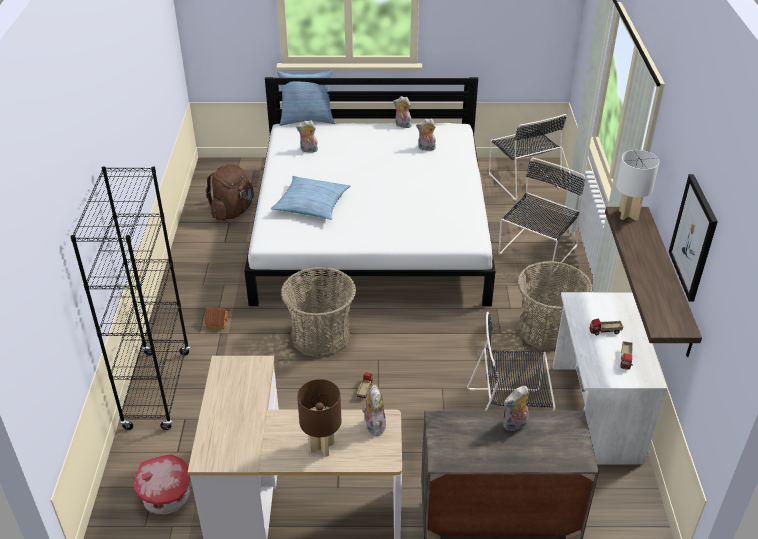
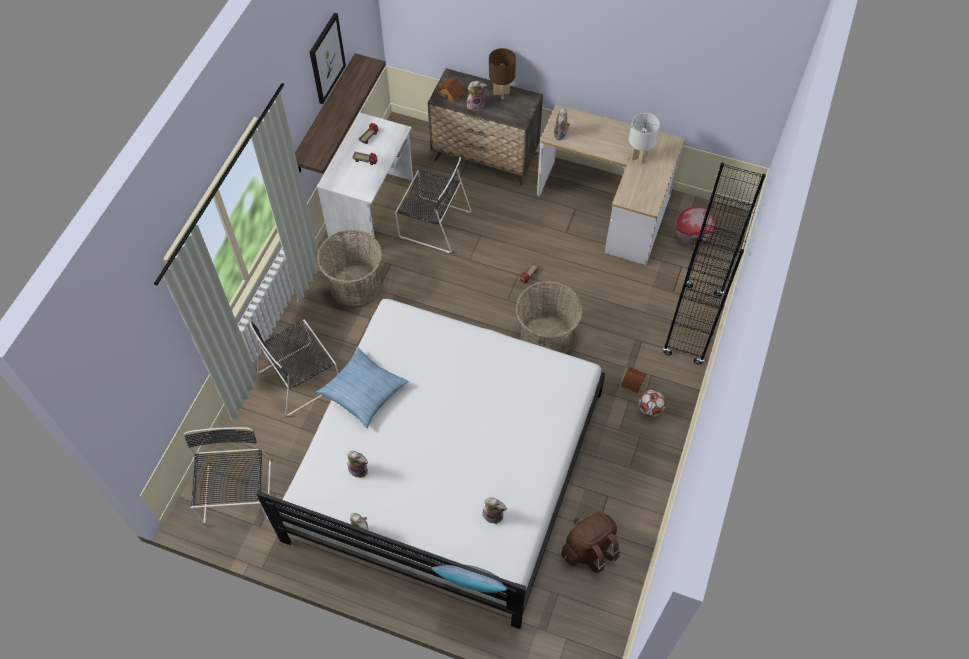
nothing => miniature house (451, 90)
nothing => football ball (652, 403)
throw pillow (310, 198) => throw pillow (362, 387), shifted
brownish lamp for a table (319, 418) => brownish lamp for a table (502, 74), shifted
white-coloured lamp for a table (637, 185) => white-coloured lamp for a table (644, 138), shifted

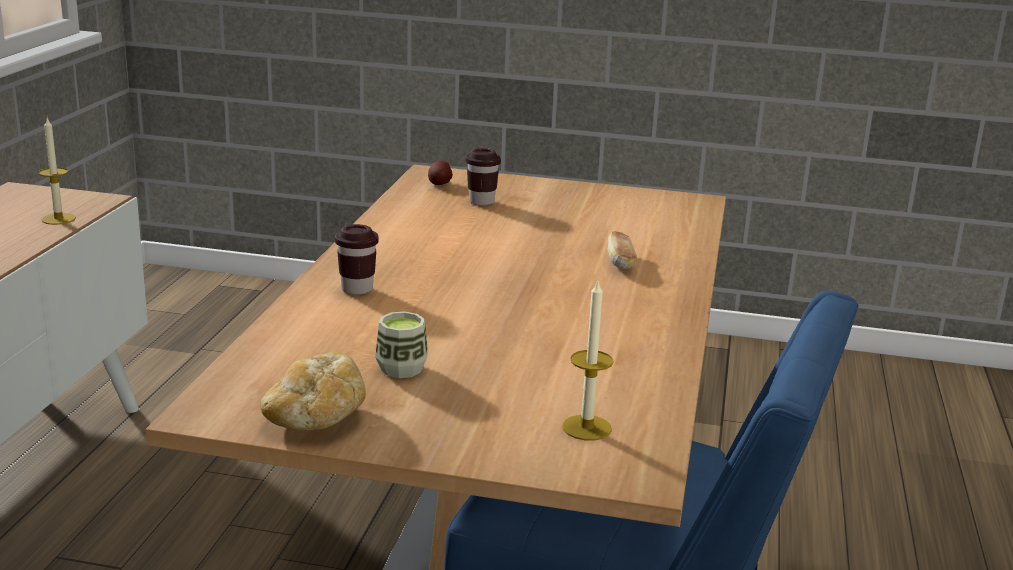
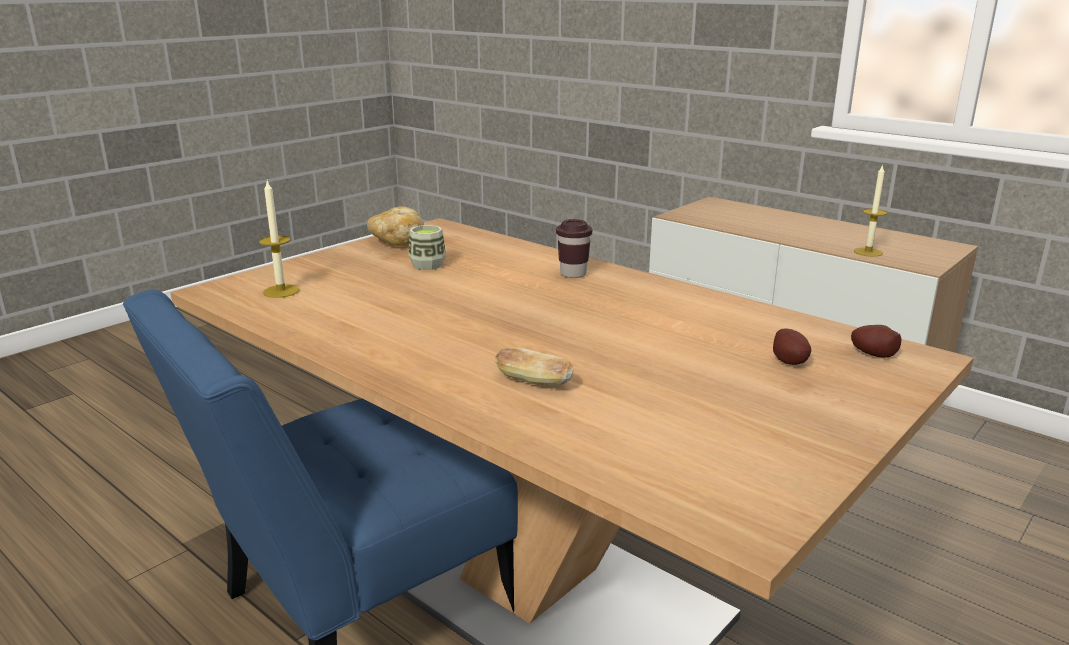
brownish drinking cup (483, 177) => whole potato (792, 346)

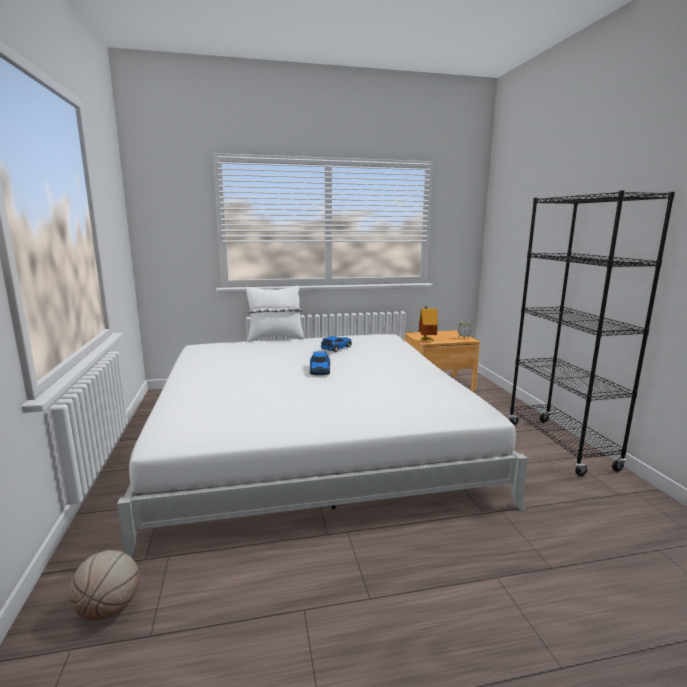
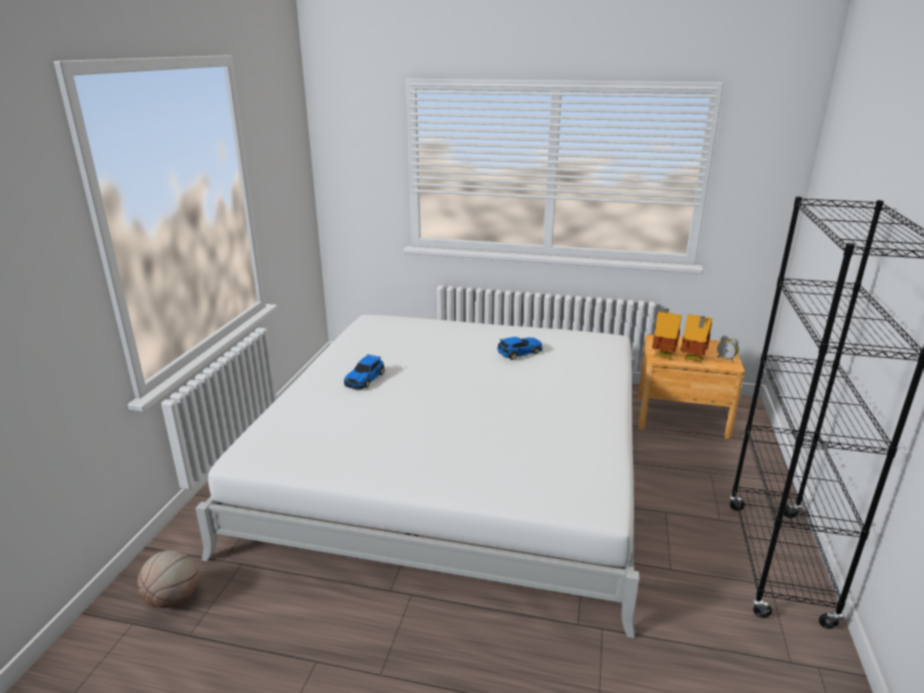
white-coloured throw pillow (275, 314) => nothing
nothing => miniature house (696, 338)
miniature car (320, 363) => miniature car (364, 372), shifted

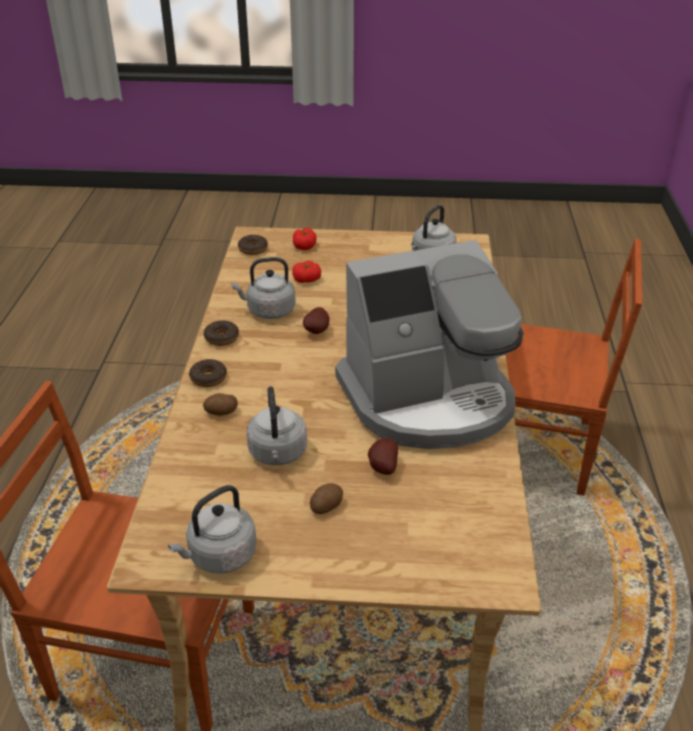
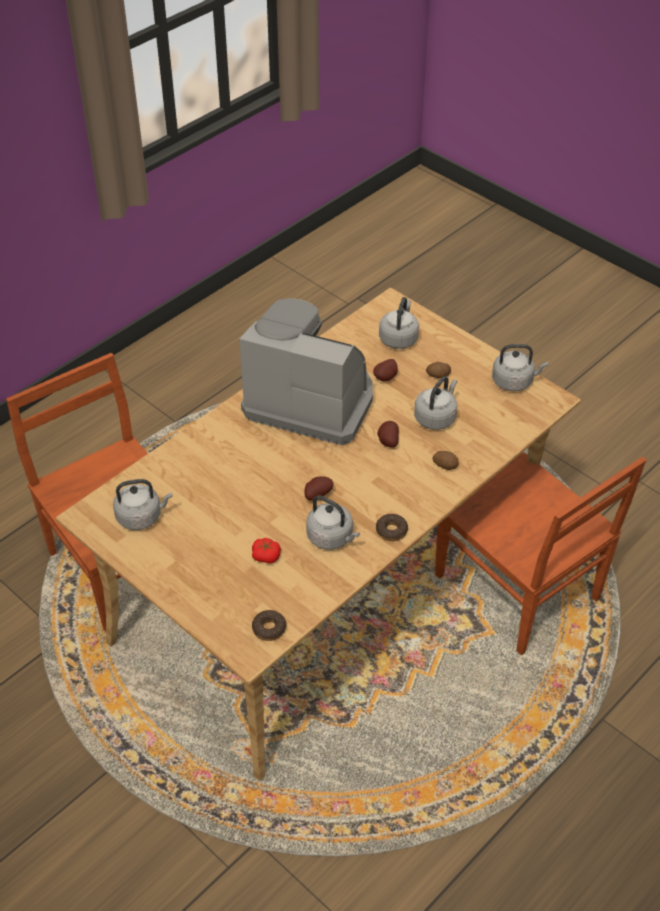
ring doughnut (208, 373) => nothing
fresh tomato (304, 239) => nothing
nothing => whole potato (388, 434)
nothing => greyish water kettle (399, 323)

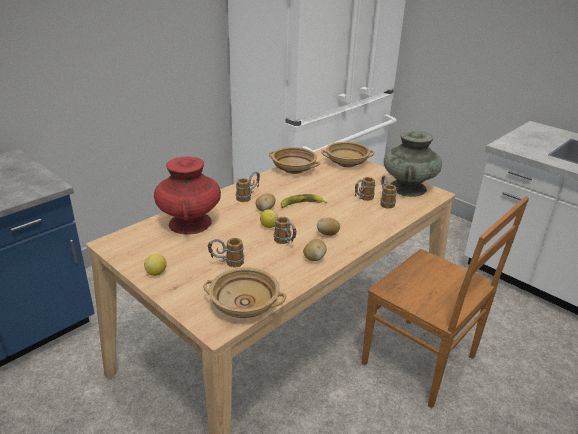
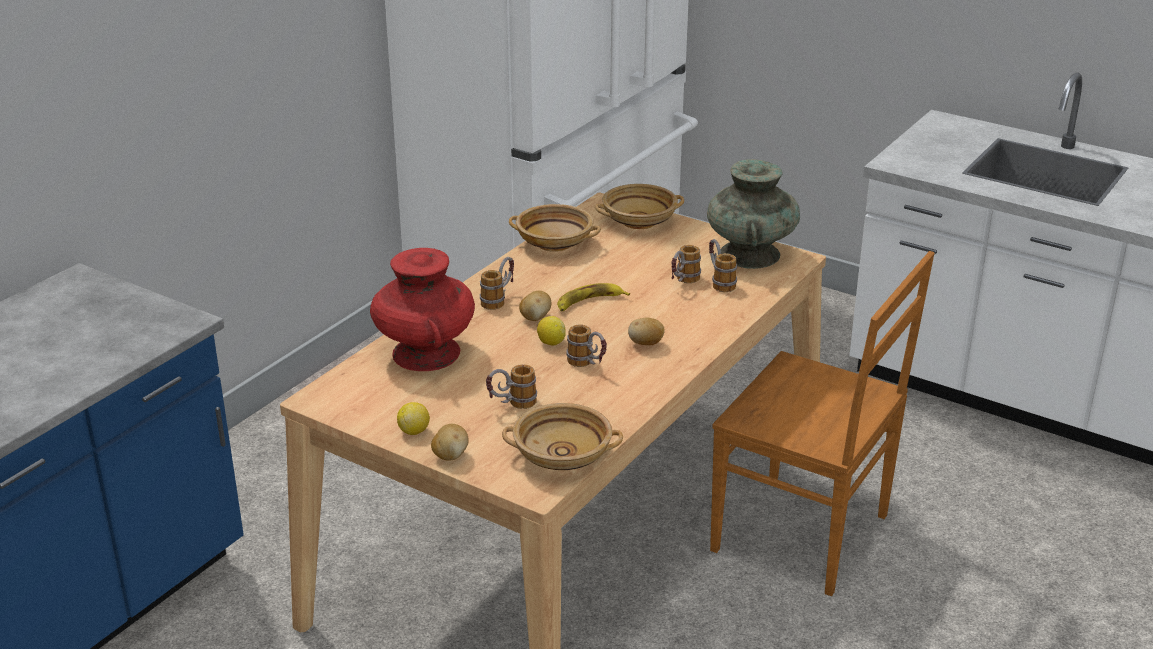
whole potato (315, 250) => whole potato (450, 442), shifted

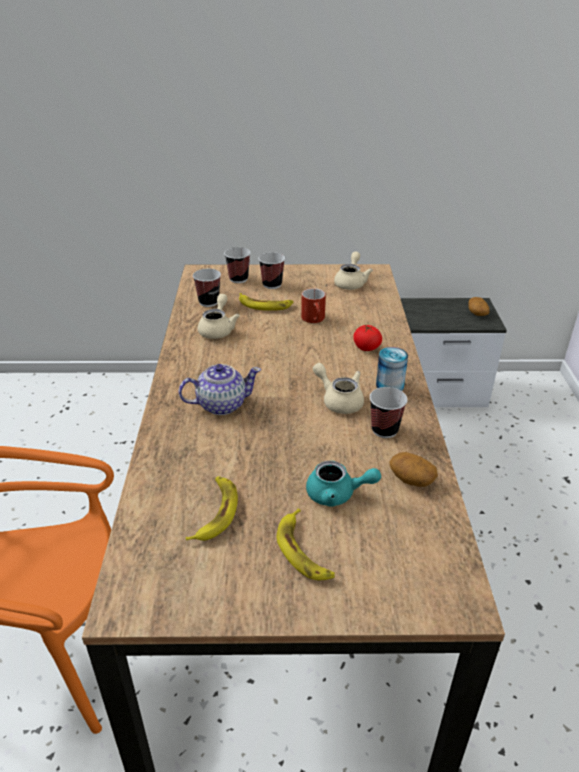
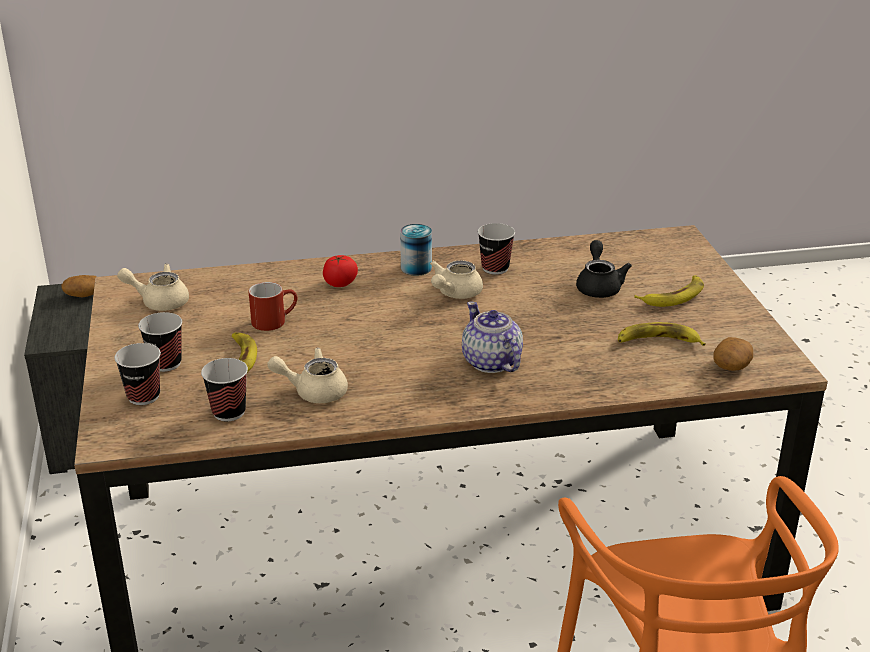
whole potato (413, 469) => whole potato (733, 354), shifted
turquoise tea pot (343, 484) => blackish tea pot (604, 269)

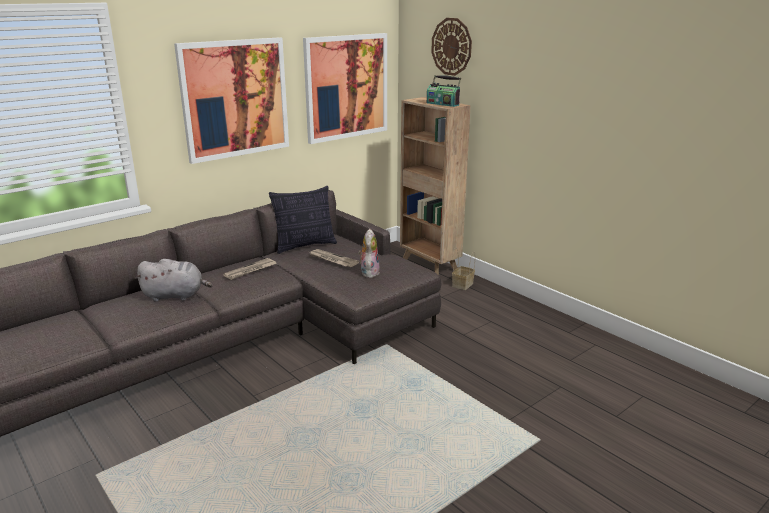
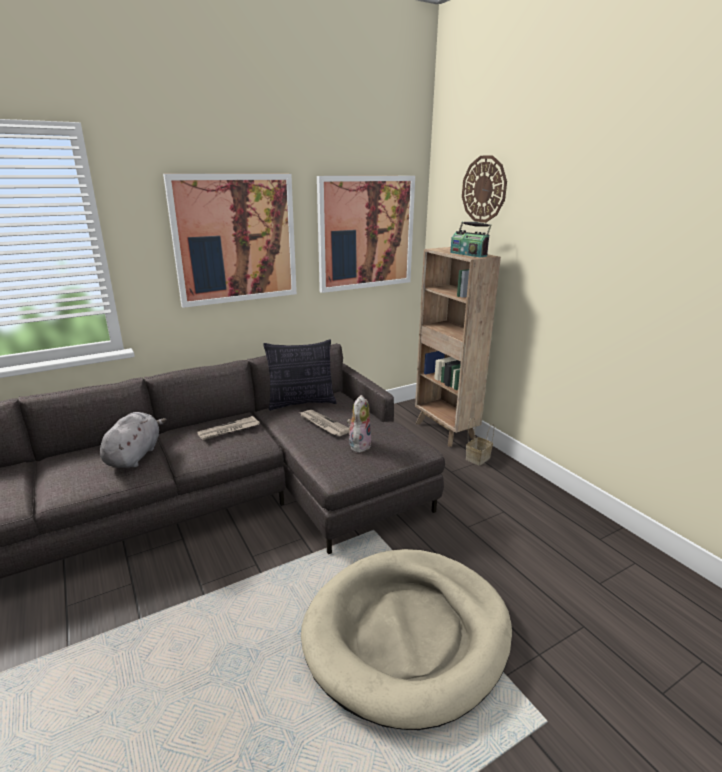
nothing => beige-coloured dog bed (406, 639)
greyish soft toy (173, 280) => greyish soft toy (133, 440), 90 degrees counterclockwise

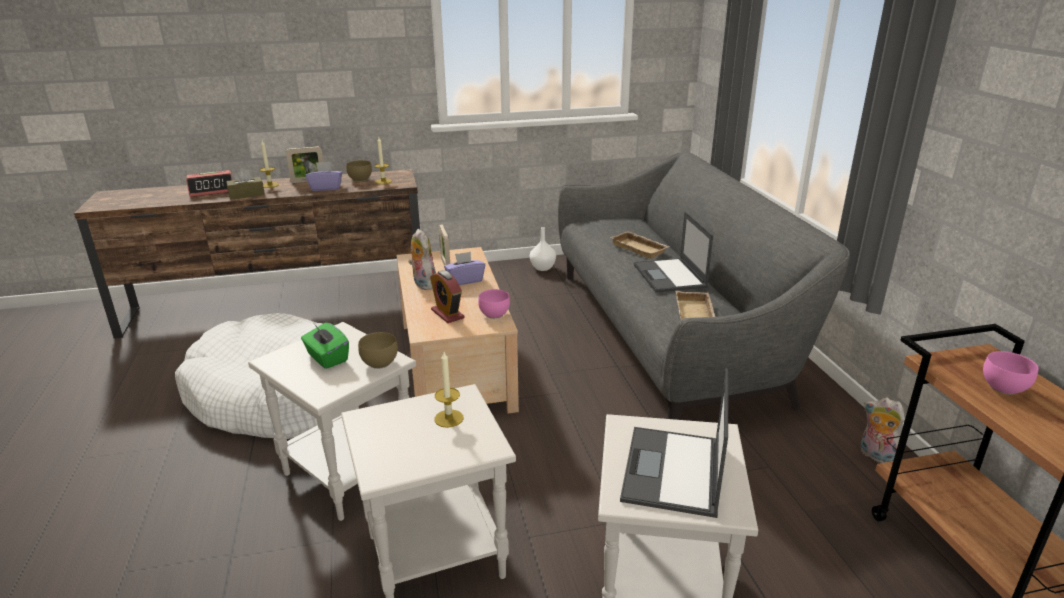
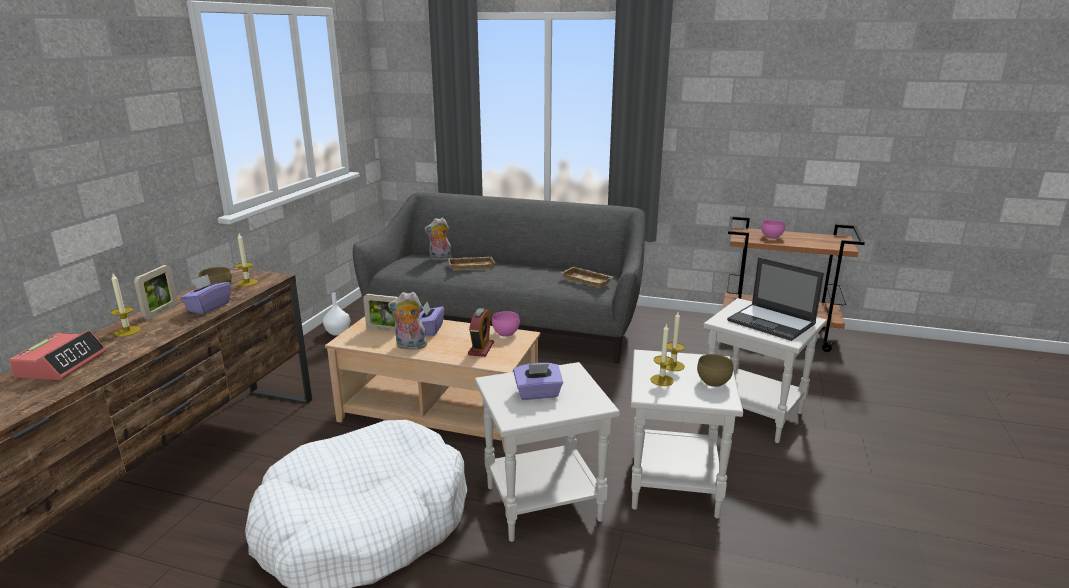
brownish tissue holder (245, 184) => nothing
notebook computer (673, 252) => nothing
nothing => candle (662, 355)
brownish deep dish (378, 350) => brownish deep dish (715, 370), shifted
soft toy (883, 430) => soft toy (438, 239), shifted
green-coloured tissue holder (325, 346) => purple tissue holder (538, 381)
bedside clock (447, 296) => bedside clock (481, 332), 75 degrees counterclockwise

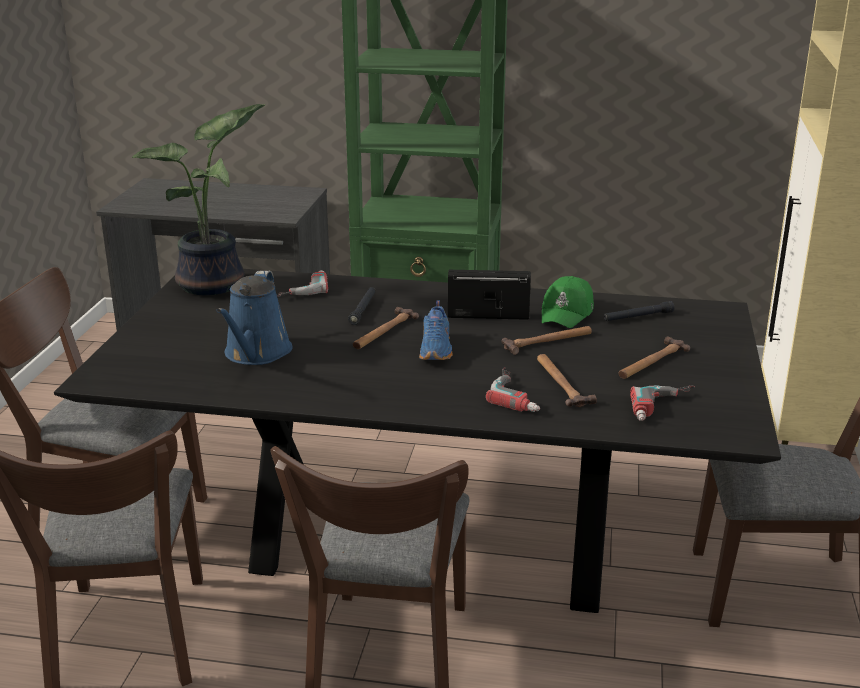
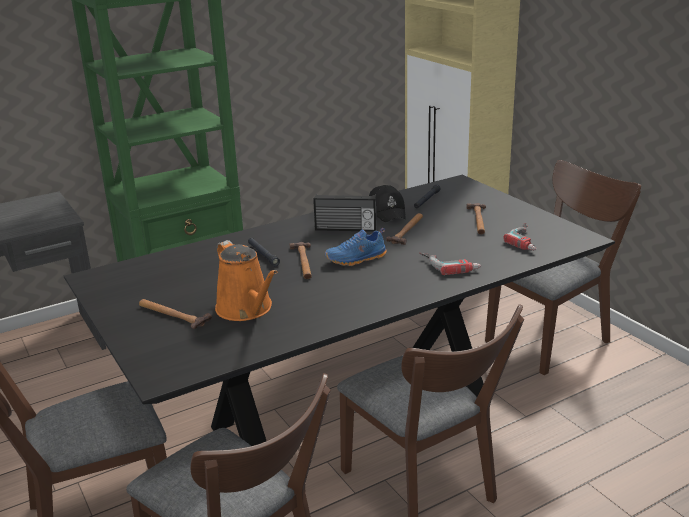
plant in a pot (198, 200) => nothing
electric drill (302, 283) => nothing
hand hammer (567, 380) => hand hammer (175, 314), shifted
bluish watering can (254, 318) => orangey watering can (246, 280)
green-coloured baseball cap (568, 302) => blackish baseball cap (387, 203)
bluish shoe (436, 330) => bluish shoe (356, 247), 105 degrees clockwise
radio set (489, 295) => radio set (345, 213), 135 degrees counterclockwise

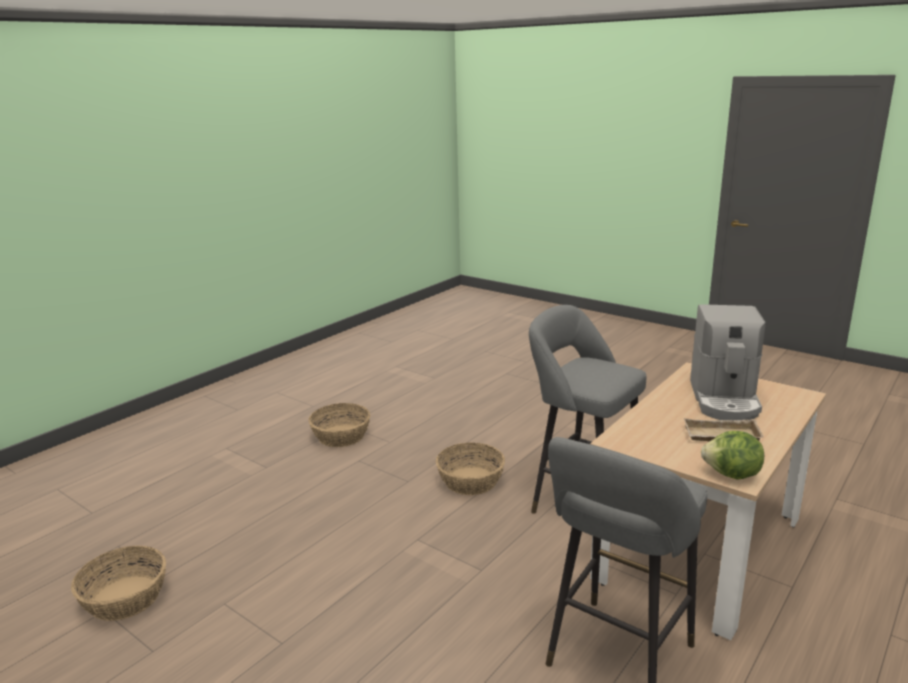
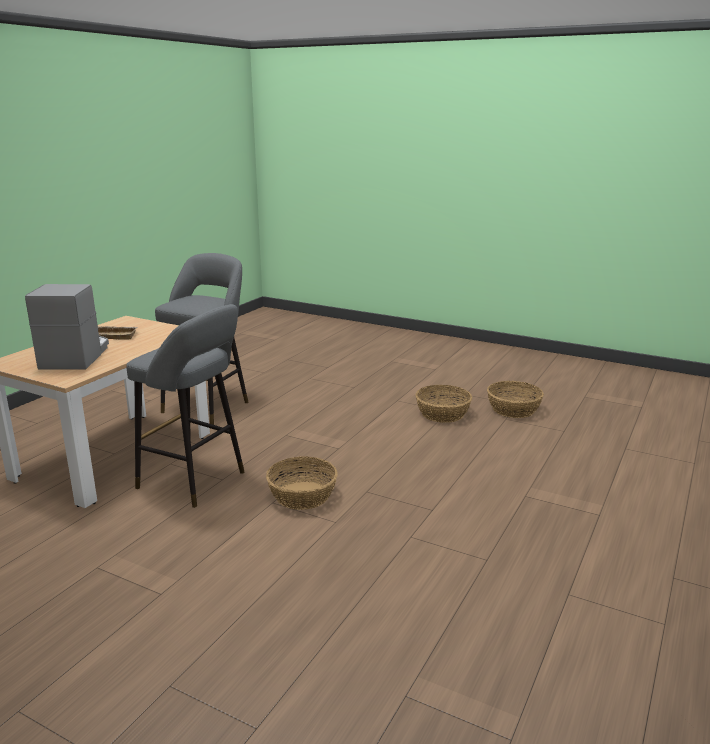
lettuce (732, 455) => nothing
basket (339, 425) => basket (443, 404), shifted

